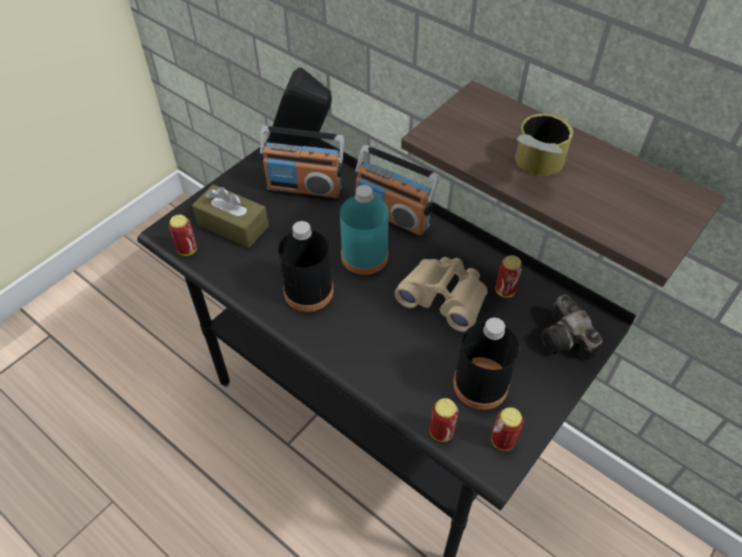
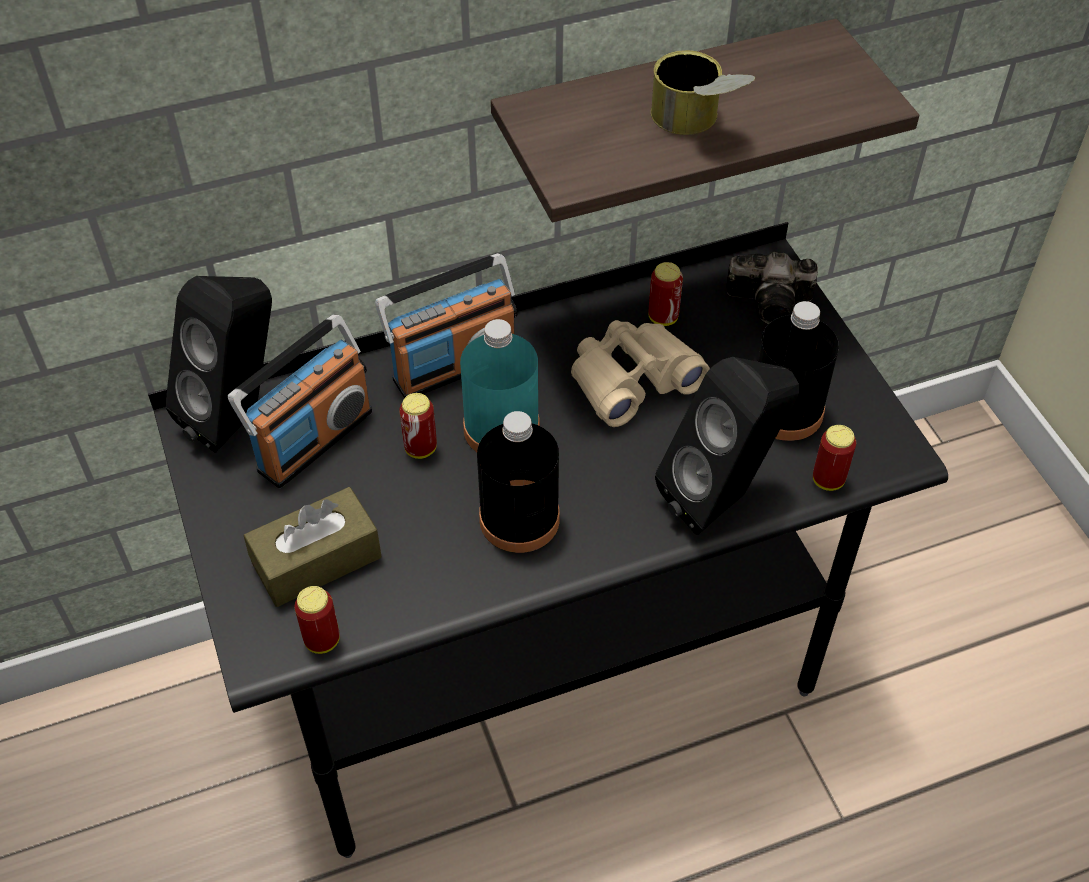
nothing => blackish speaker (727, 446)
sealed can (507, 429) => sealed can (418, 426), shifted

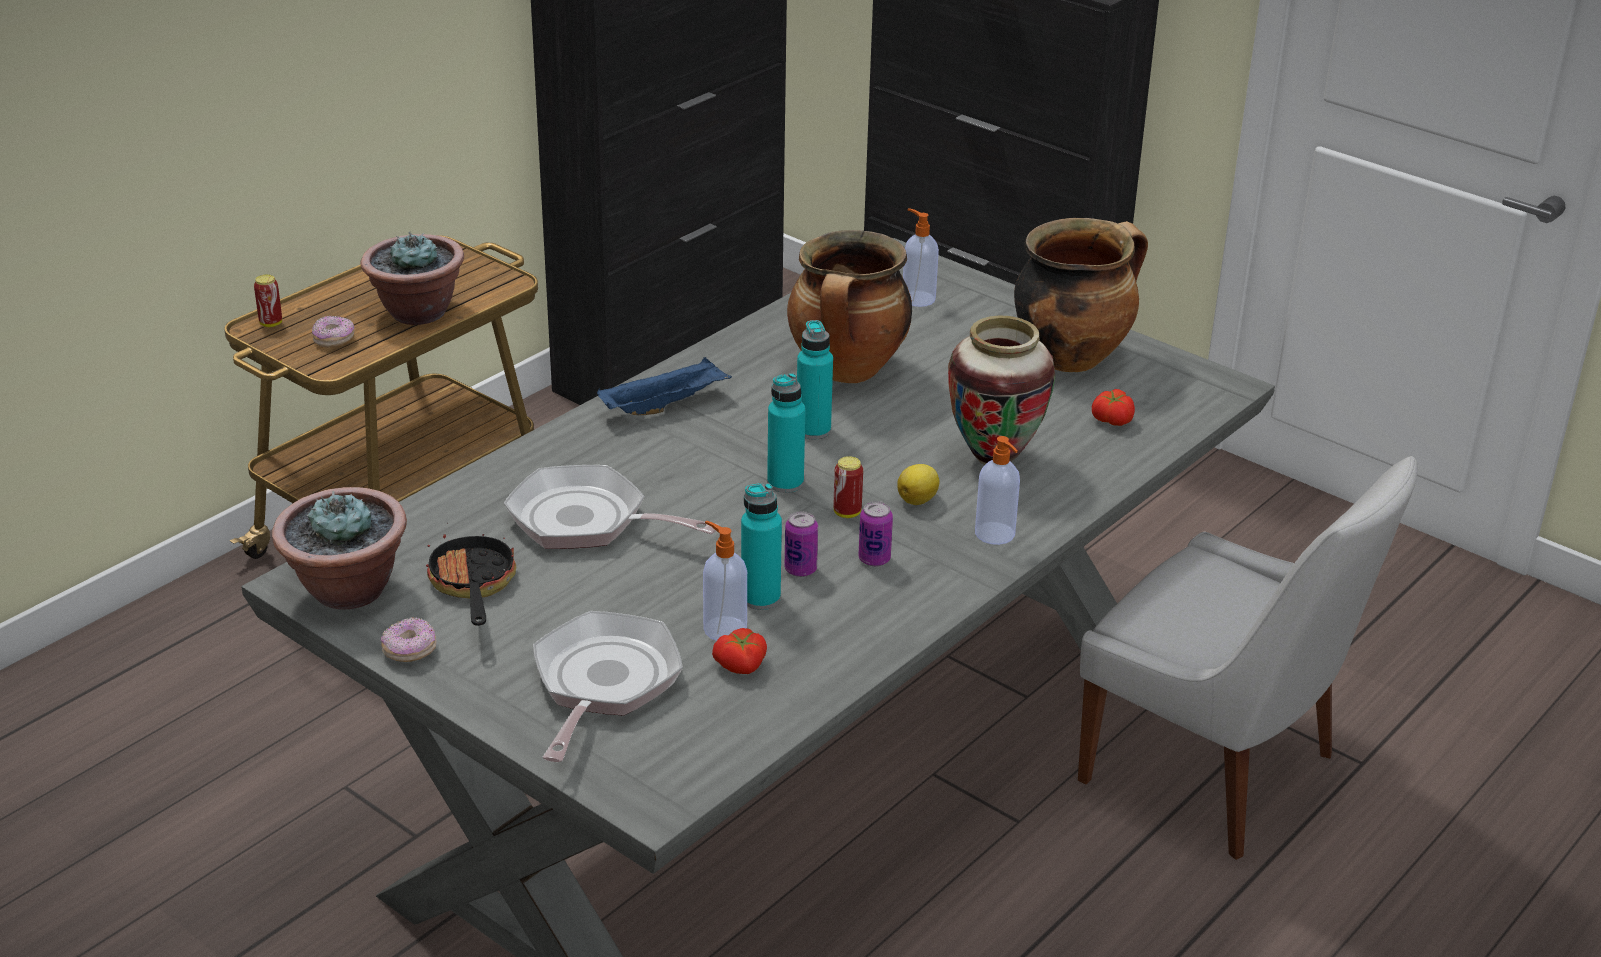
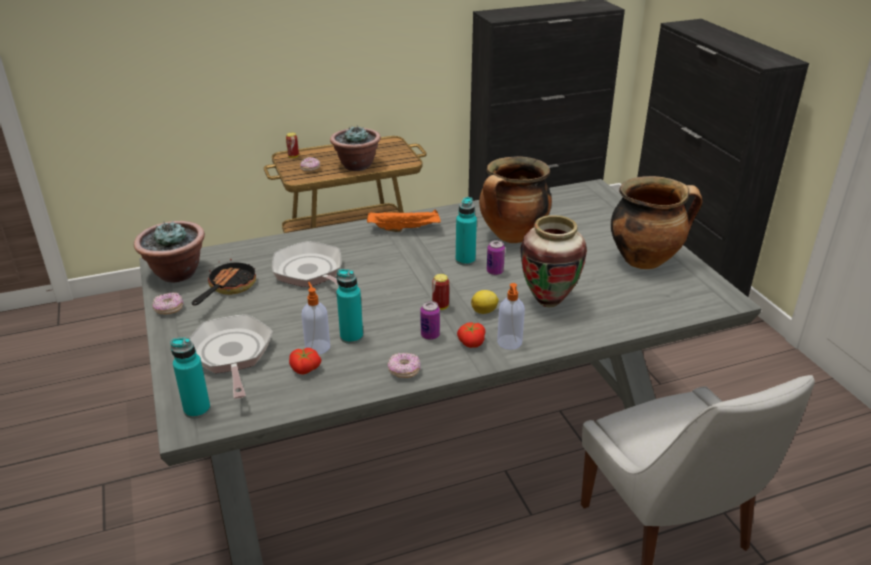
liquid soap bottle (921, 257) => nothing
nothing => ring doughnut (404, 365)
turquoise beverage bottle (786, 433) => turquoise beverage bottle (190, 378), shifted
sealed can (801, 544) => sealed can (496, 257), shifted
fresh tomato (1113, 407) => fresh tomato (471, 335), shifted
bluish serving tray (664, 386) => orangey serving tray (404, 220)
frying pan (608, 686) => frying pan (231, 356), 60 degrees counterclockwise

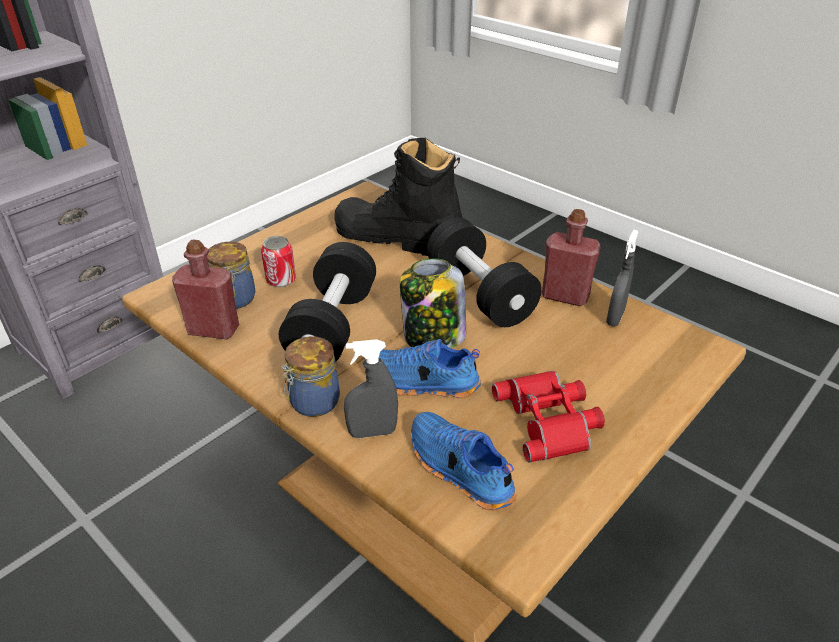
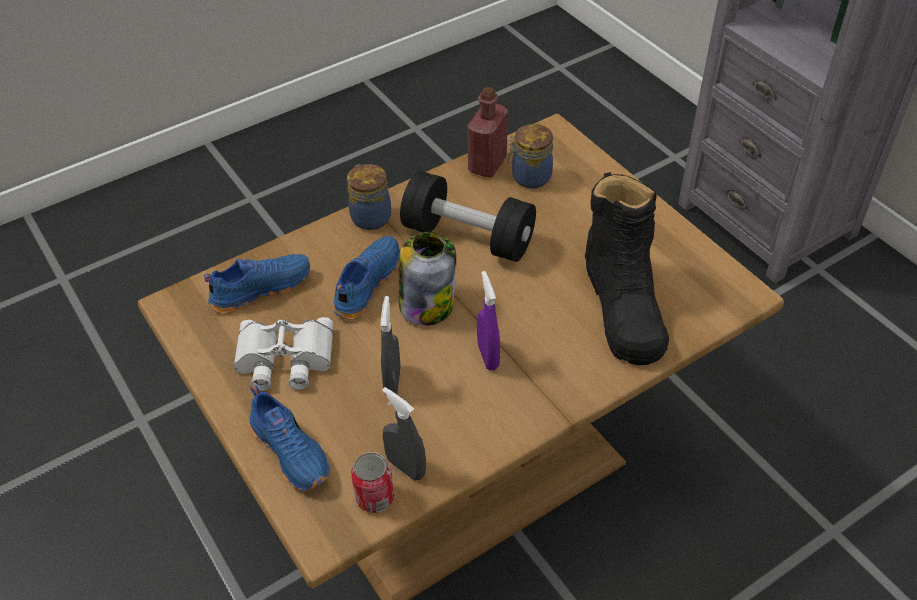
reddish beverage bottle (571, 257) => nothing
nothing => bluish shoe (289, 438)
sealed can (278, 261) => sealed can (372, 482), shifted
greyish hand sprayer (371, 388) => greyish hand sprayer (391, 345), shifted
blackish dumbbell (484, 272) => purple hand sprayer (488, 320)
reddish binoculars (548, 417) => white-coloured binoculars (283, 354)
blackish tall boot (399, 197) => blackish tall boot (627, 268), 135 degrees clockwise

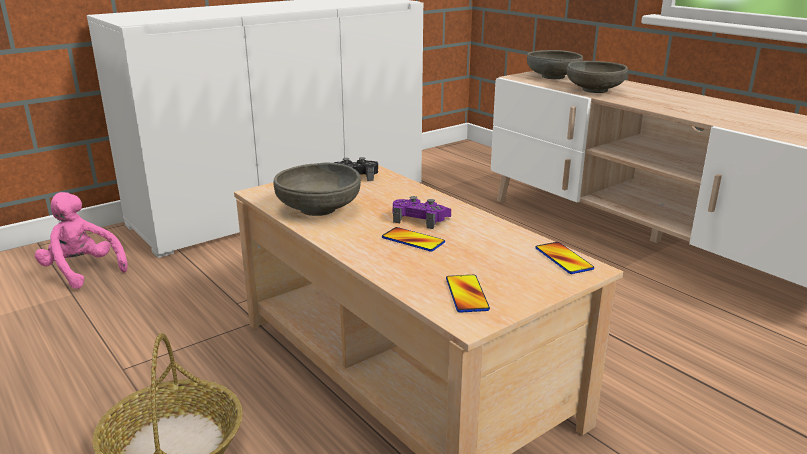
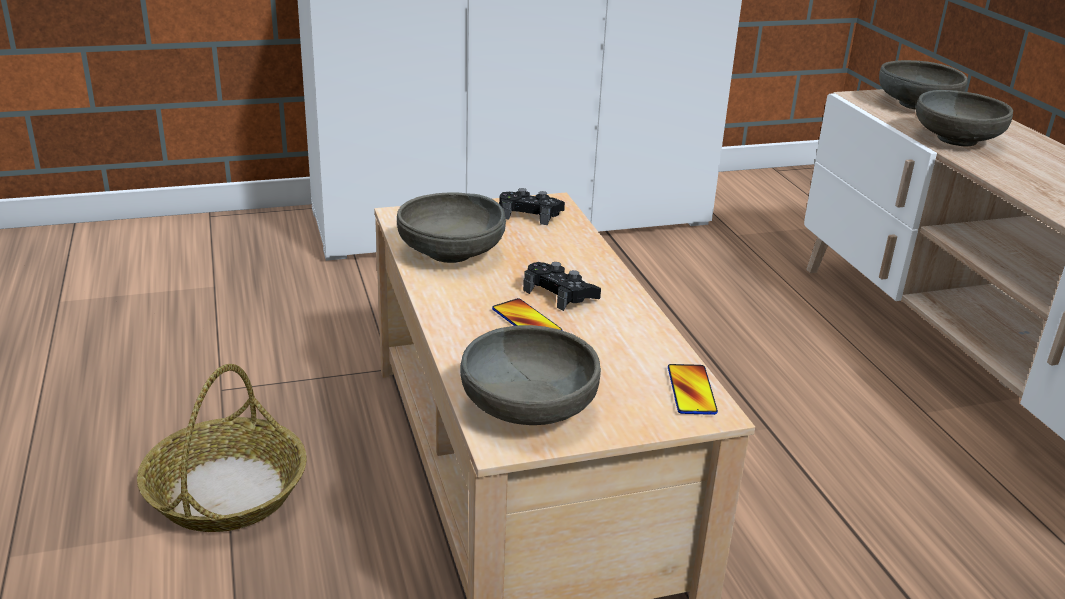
pink-coloured soft toy (81, 240) => nothing
phone (468, 294) => greyish deep dish (530, 375)
purple joypad (422, 212) => blackish joypad (562, 286)

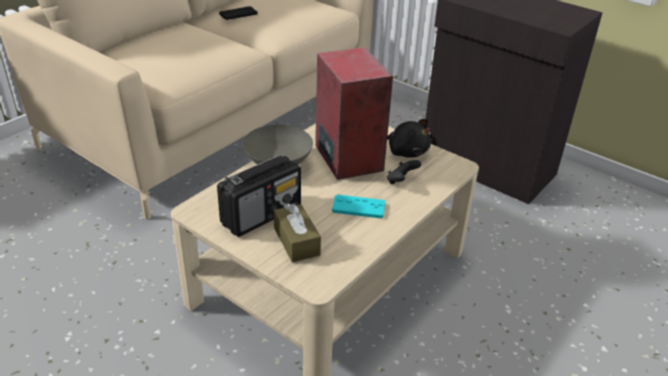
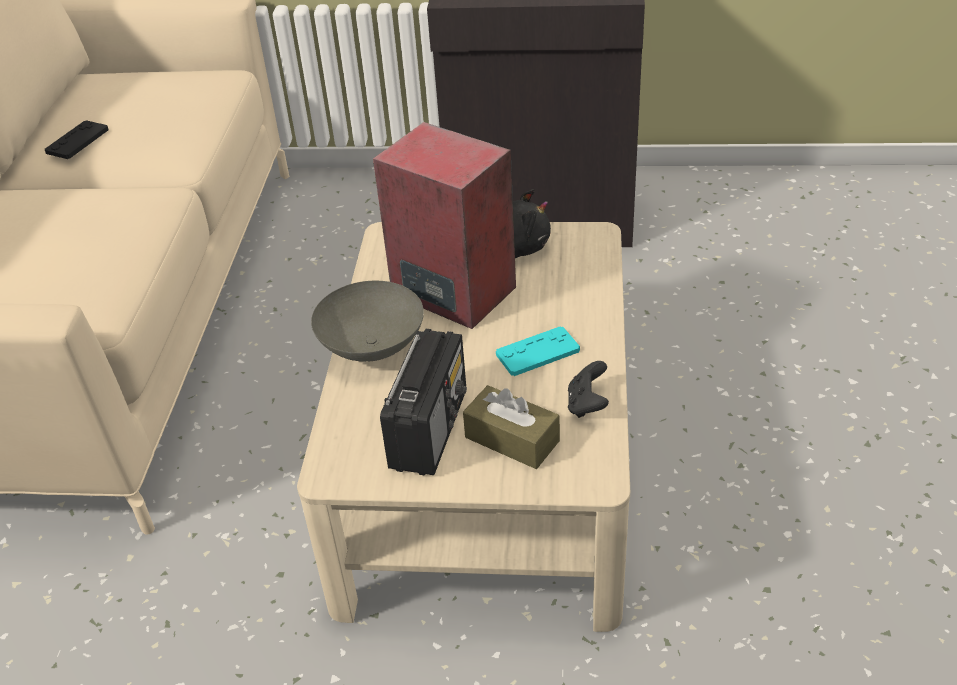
blackish joypad (404, 172) => blackish joypad (588, 389), shifted

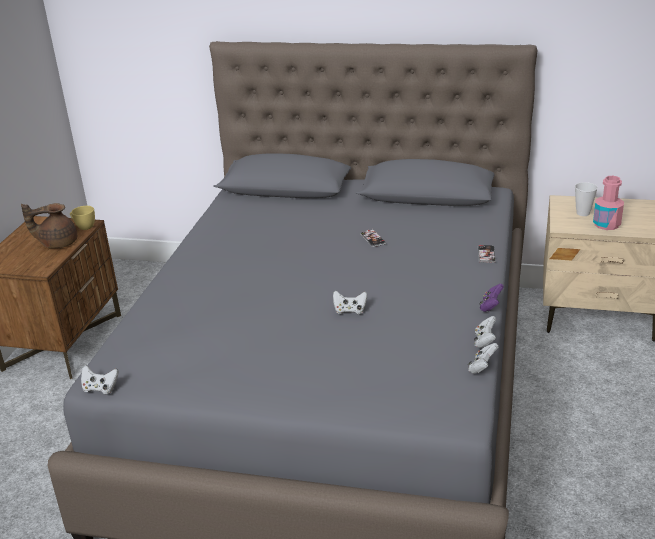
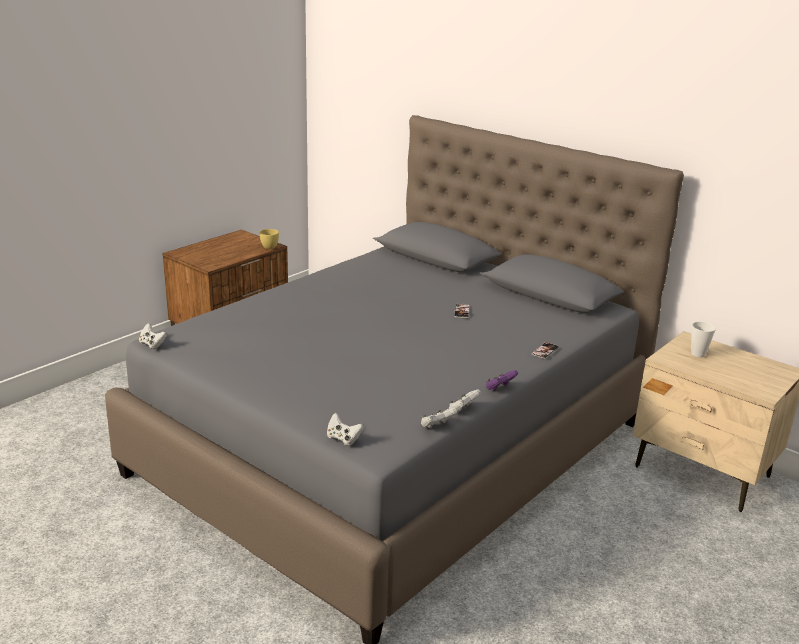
brownish tea pot (49, 225) => nothing
pink-coloured beverage bottle (608, 203) => nothing
white-coloured joypad (350, 302) => white-coloured joypad (345, 429), shifted

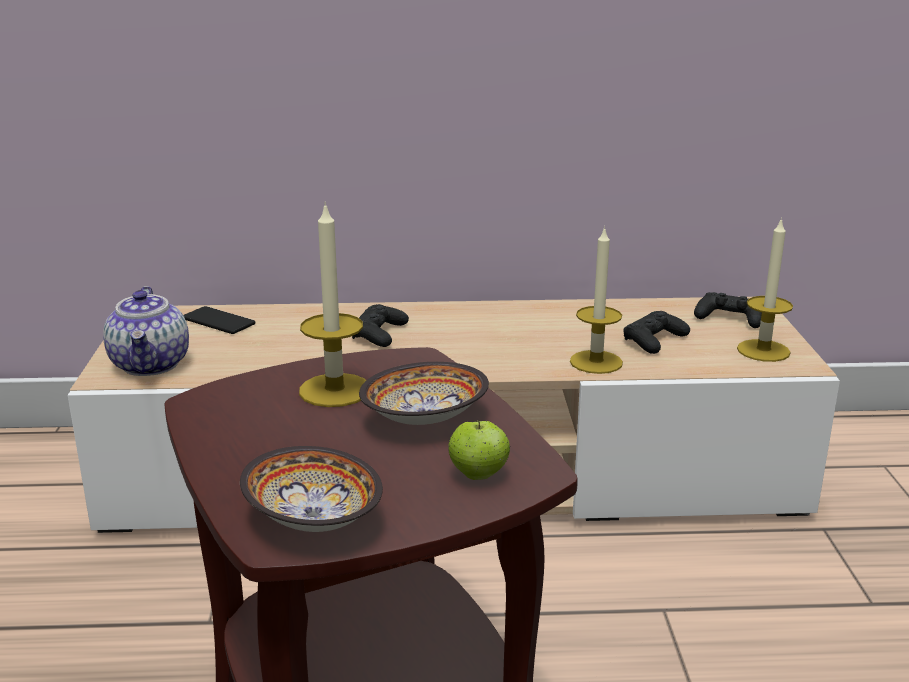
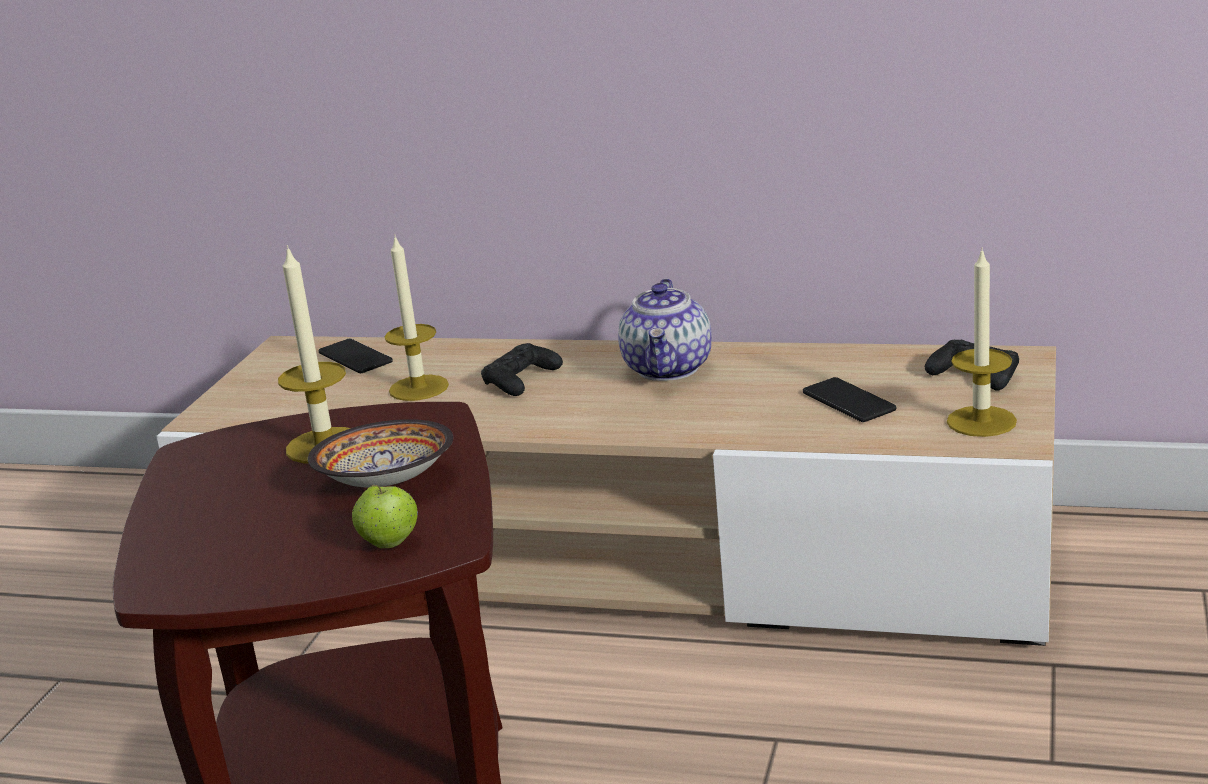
deep dish (311, 489) => nothing
tea pot (146, 331) => tea pot (665, 330), shifted
candle (596, 300) => candle (417, 319), shifted
blackish joypad (656, 332) => phone (850, 399)

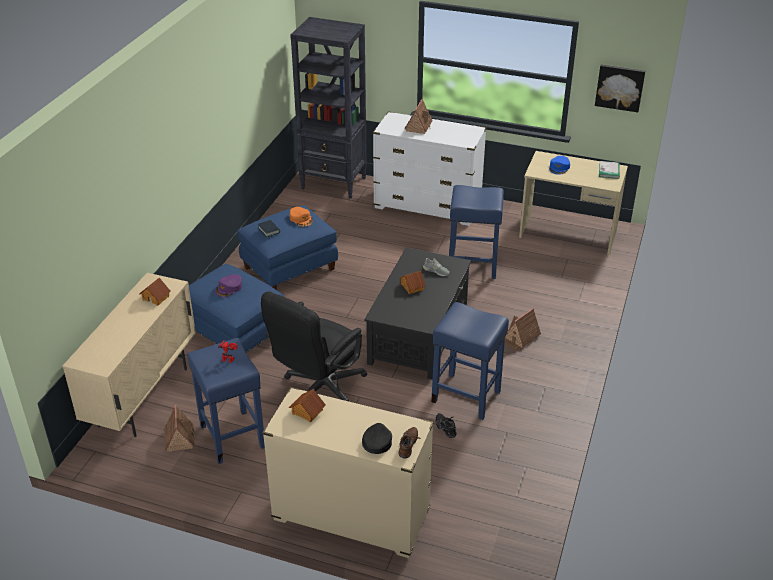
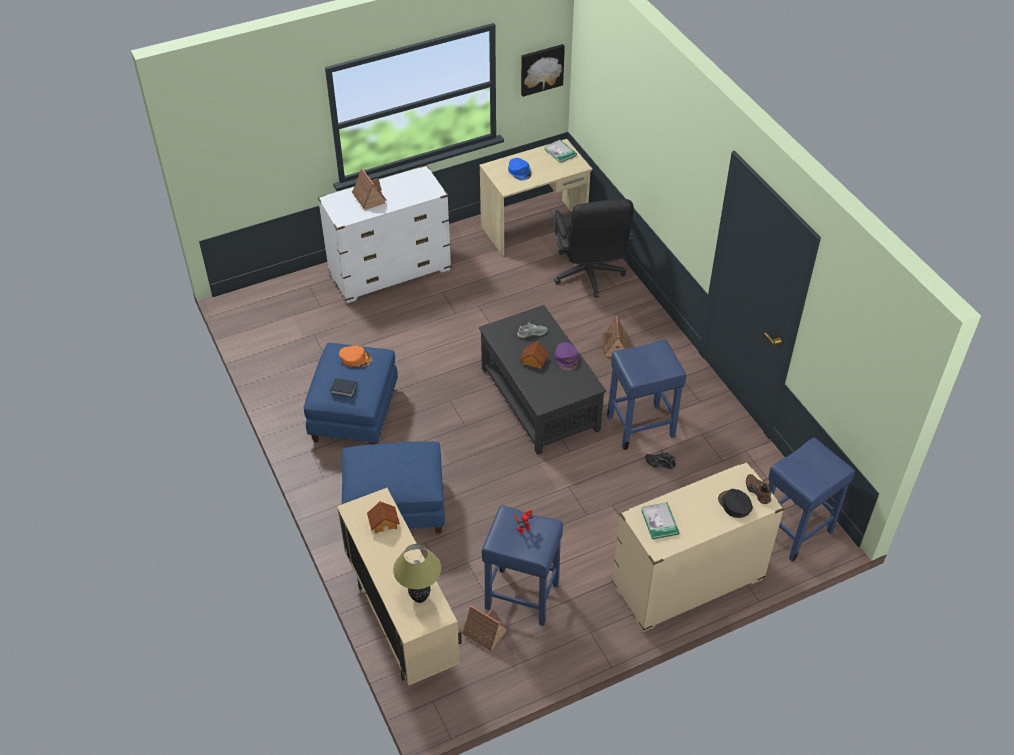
blackish bookcase (328, 108) => nothing
nothing => lamp for a table (417, 573)
purple baseball cap (228, 285) => purple baseball cap (566, 356), shifted
blackish computer chair (314, 346) => blackish computer chair (594, 248), shifted
bluish stool (476, 232) => bluish stool (811, 499), shifted
miniature house (307, 405) => bound book (660, 521)

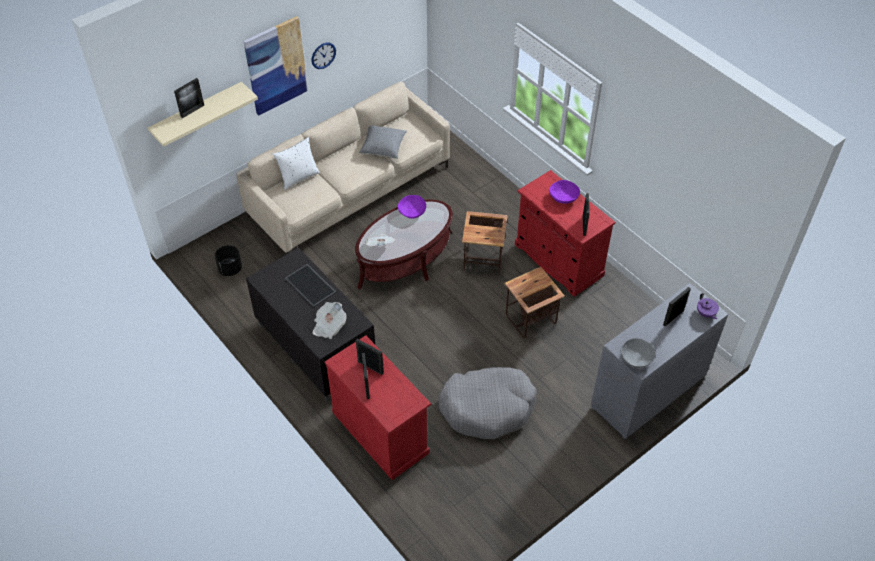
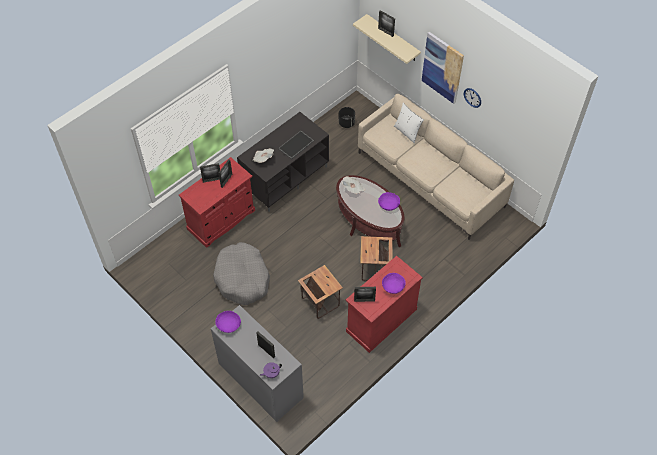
greyish throw pillow (383, 142) => nothing
greyish deep dish (638, 353) => purple deep dish (228, 322)

